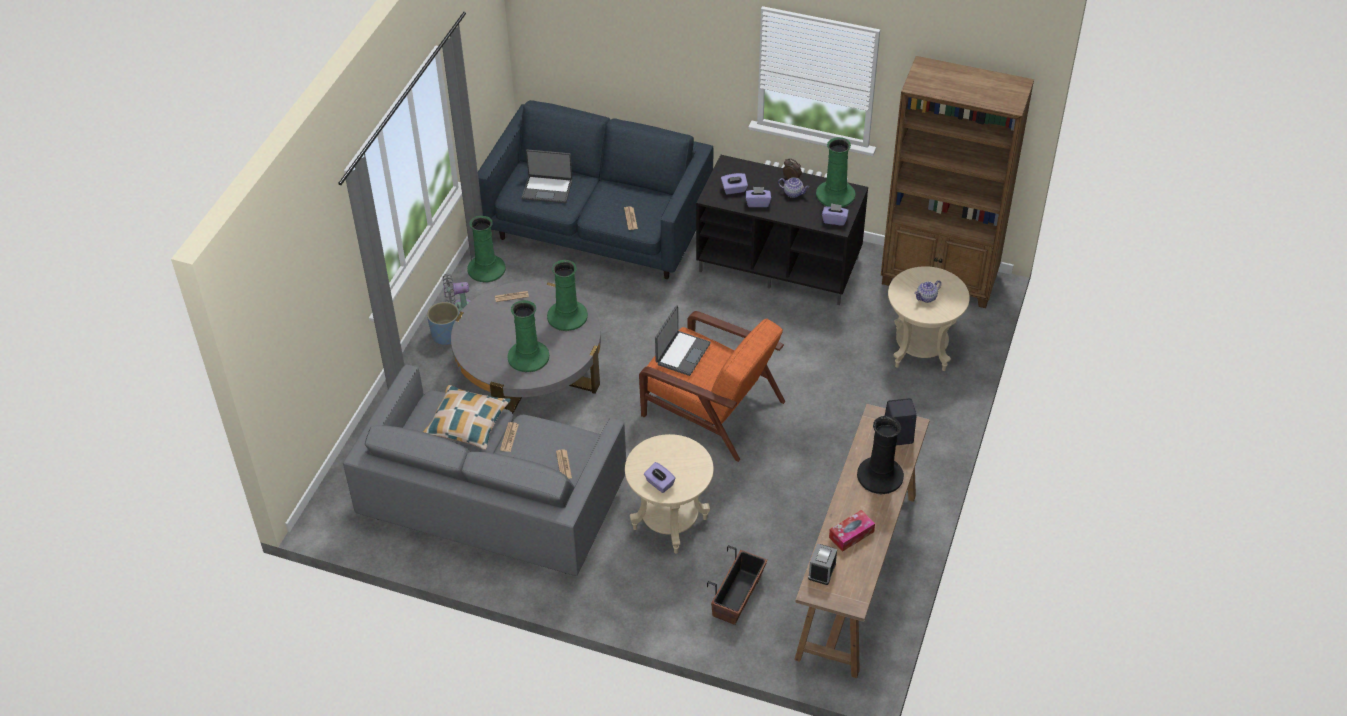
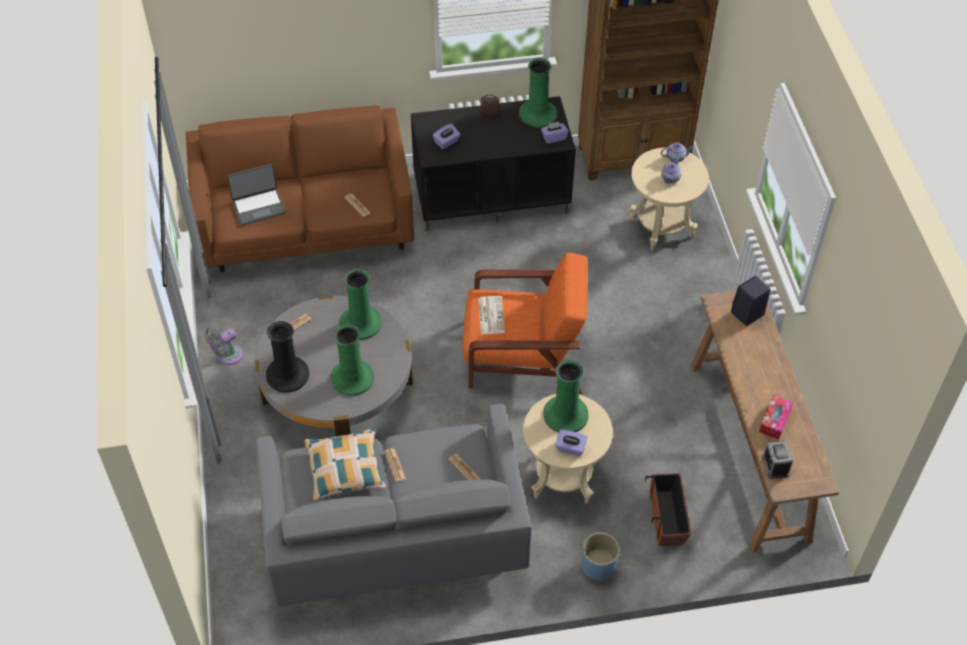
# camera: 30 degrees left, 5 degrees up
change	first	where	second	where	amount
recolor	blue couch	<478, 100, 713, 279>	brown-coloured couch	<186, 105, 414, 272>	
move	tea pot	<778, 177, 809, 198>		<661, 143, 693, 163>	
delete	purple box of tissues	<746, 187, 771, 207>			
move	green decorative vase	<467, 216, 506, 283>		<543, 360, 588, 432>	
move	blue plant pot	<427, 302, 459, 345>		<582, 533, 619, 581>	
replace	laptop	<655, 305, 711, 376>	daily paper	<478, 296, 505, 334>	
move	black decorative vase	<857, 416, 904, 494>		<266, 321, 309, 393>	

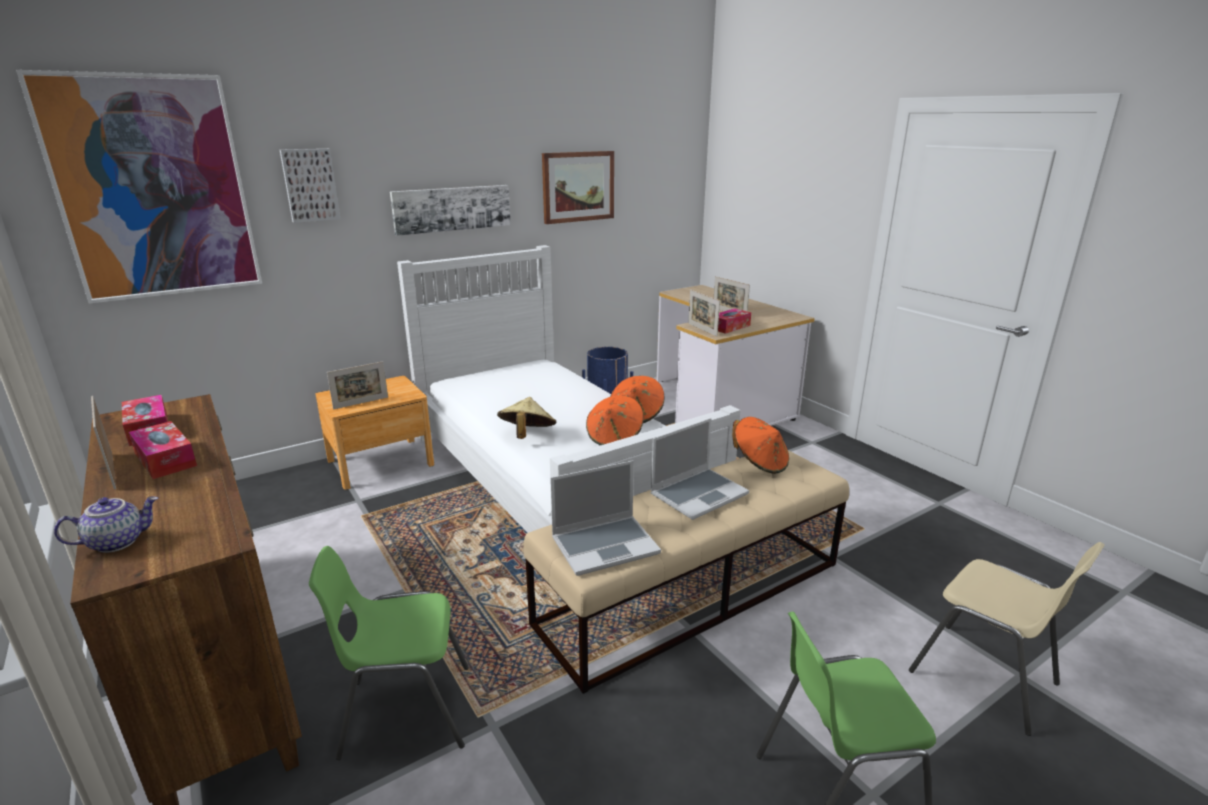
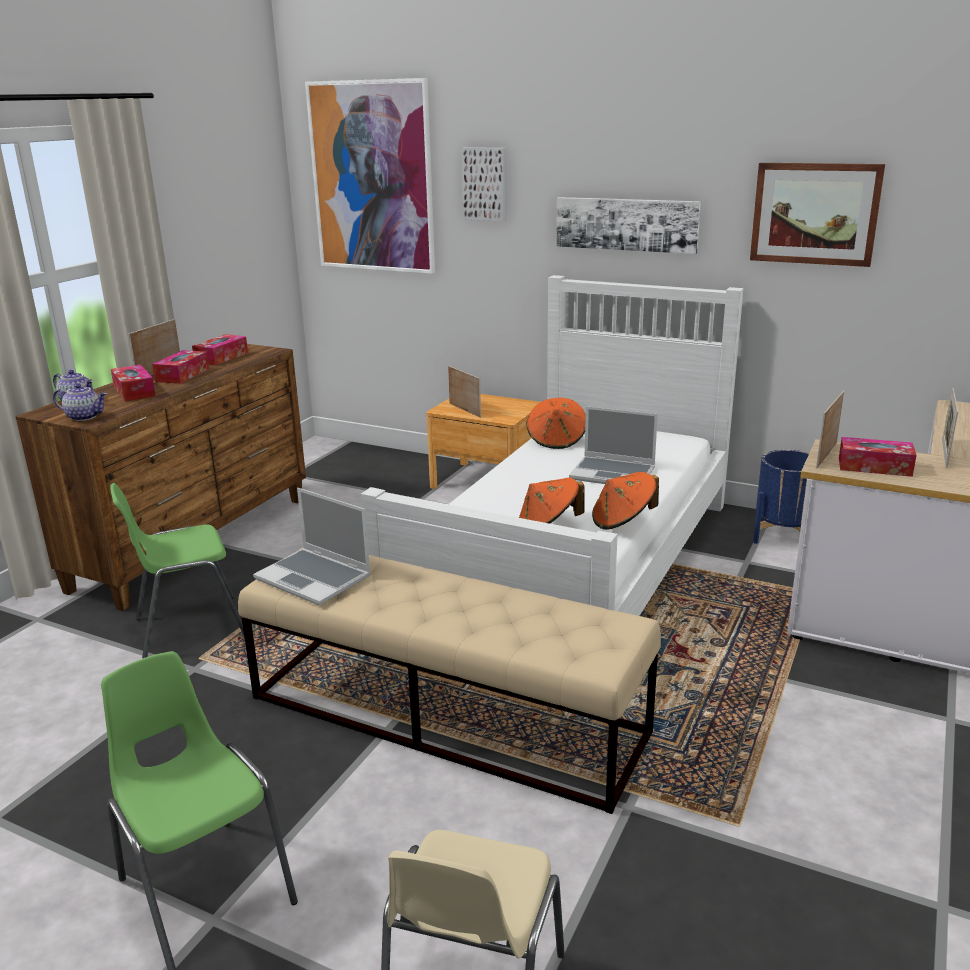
# camera: 60 degrees right, 0 degrees up
change	first	where	second	where	amount
rotate	standing frame	<327, 361, 388, 409>		<448, 366, 481, 418>	150 degrees counterclockwise
delete	sand-coloured hat	<497, 397, 556, 439>			
move	orangey hat	<732, 417, 789, 474>		<526, 398, 586, 449>	
move	laptop	<650, 418, 749, 520>		<569, 406, 658, 484>	
rotate	green chair	<309, 546, 469, 760>		<110, 483, 244, 658>	75 degrees counterclockwise
insert			box of tissues	<111, 365, 156, 401>	
insert			tea pot	<53, 384, 107, 421>	

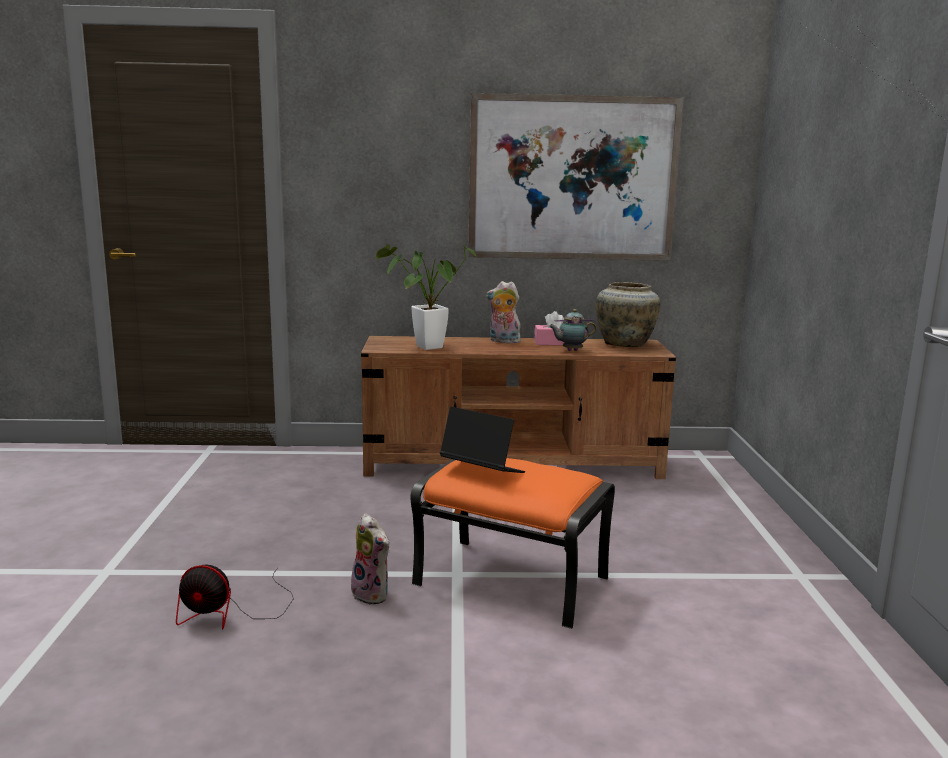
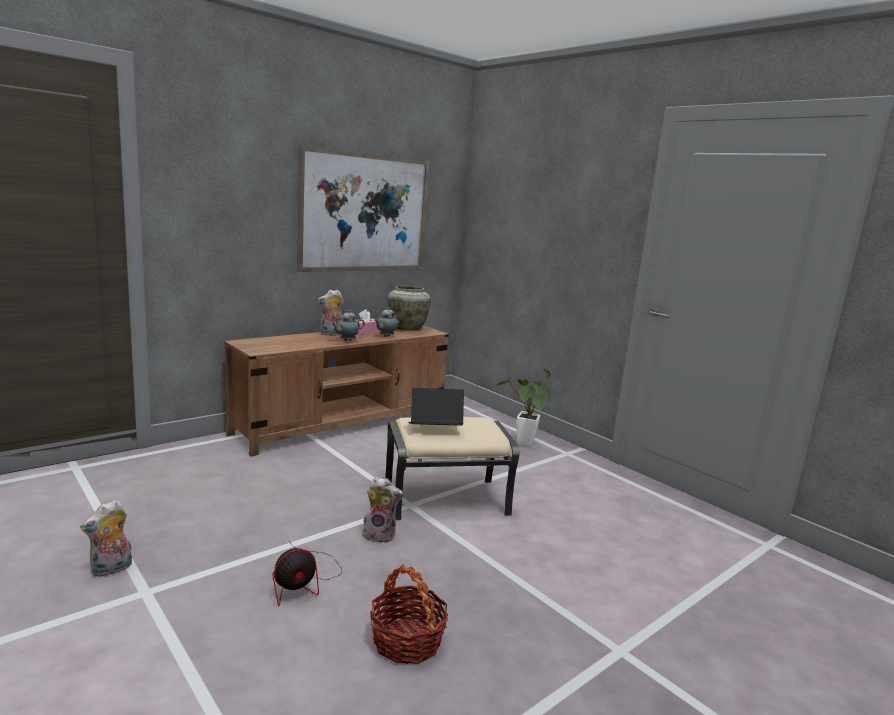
# camera: 40 degrees left, 0 degrees up
change	first	where	second	where	amount
move	potted plant	<376, 244, 477, 350>		<495, 369, 551, 446>	
recolor	orangey footrest	<410, 458, 615, 629>	sand-coloured footrest	<385, 417, 520, 521>	
insert			tea pot	<331, 310, 365, 341>	
insert			plush toy	<80, 500, 132, 577>	
insert			basket	<370, 564, 448, 664>	

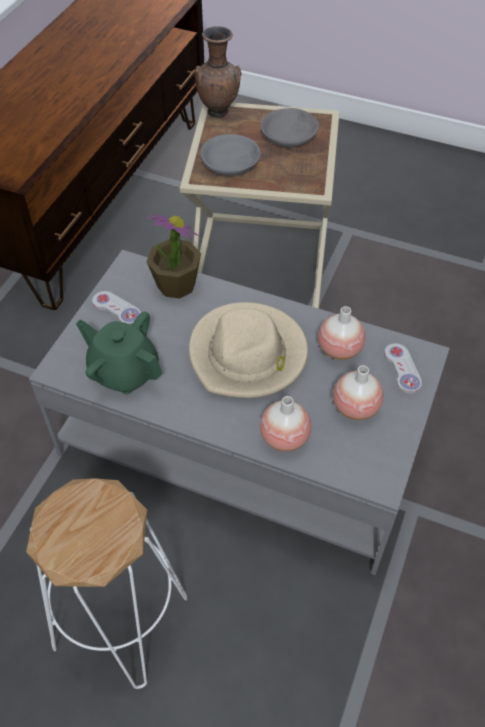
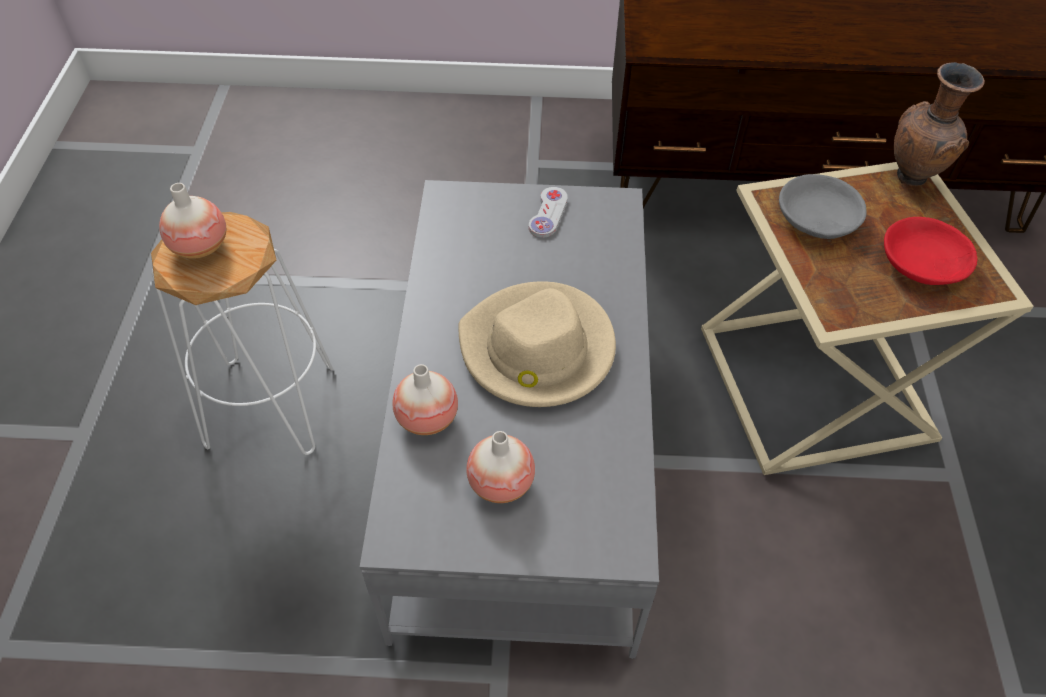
# camera: 70 degrees right, 0 degrees up
change	first	where	second	where	amount
recolor	grey deep dish	<260, 108, 319, 147>	red deep dish	<884, 217, 978, 285>	
delete	potted plant	<146, 214, 201, 299>			
move	decorative vase	<318, 306, 365, 360>		<159, 183, 227, 259>	
delete	green tea pot	<76, 312, 163, 394>			
delete	white joypad	<384, 343, 422, 394>			

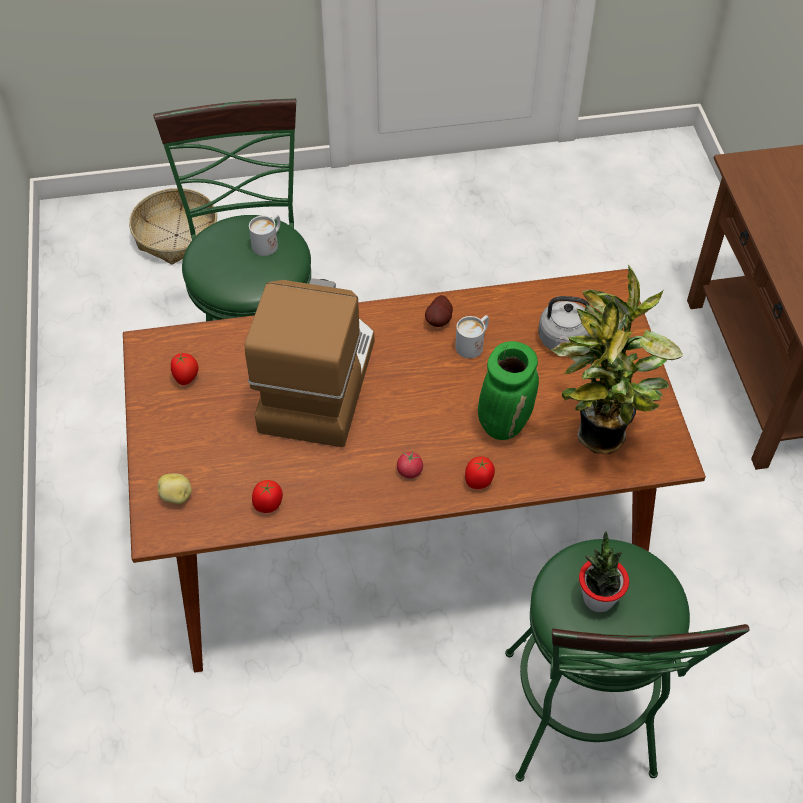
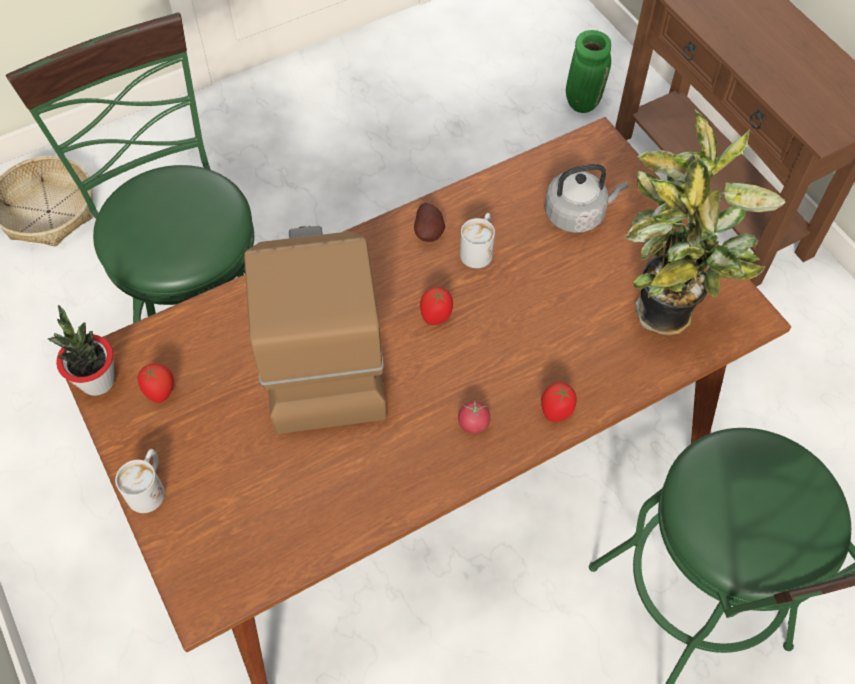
# camera: 20 degrees left, 5 degrees up
change	first	where	second	where	amount
move	white coffee mug	<249, 214, 280, 256>		<115, 449, 165, 513>	
move	green decorative vase	<478, 341, 539, 440>		<566, 30, 611, 113>	
delete	spud	<157, 473, 192, 504>			
move	tomato	<252, 480, 283, 513>		<420, 287, 453, 325>	
move	potted plant	<579, 531, 629, 612>		<48, 305, 115, 396>	

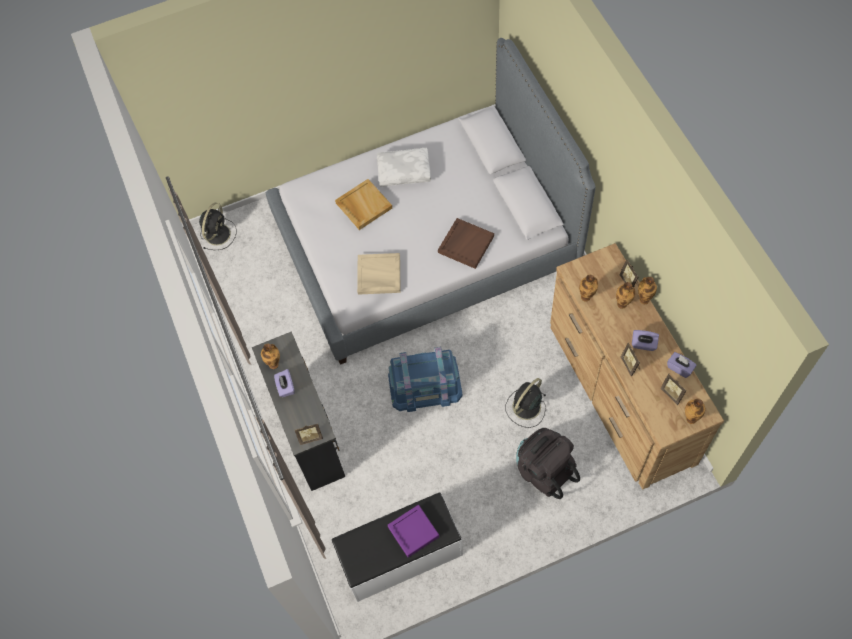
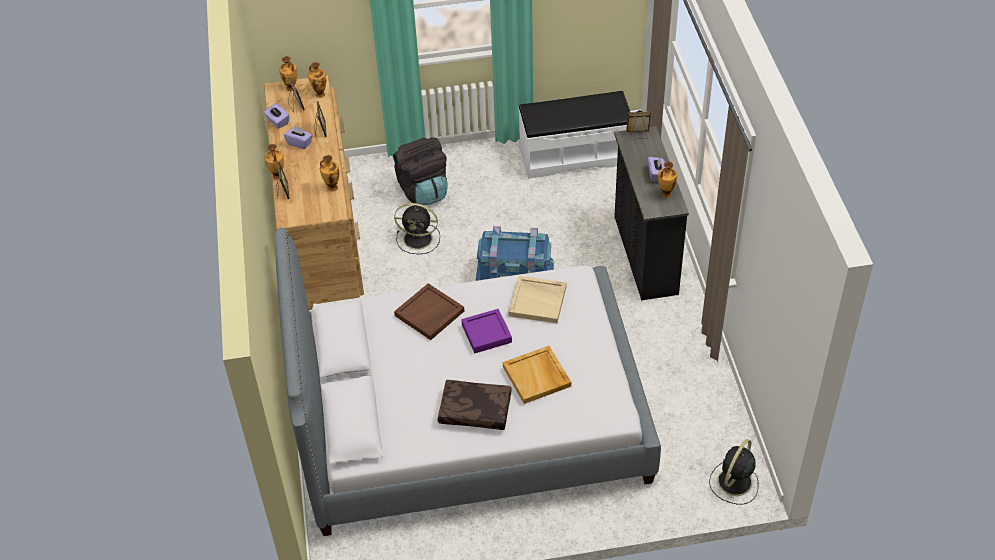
# camera: 170 degrees left, 15 degrees down
change	first	where	second	where	amount
recolor	white cushion	<377, 148, 431, 187>	brown-coloured cushion	<438, 380, 512, 430>	
move	decorative vase	<616, 282, 635, 309>		<308, 62, 326, 98>	
rotate	black electric fan	<506, 378, 547, 428>		<394, 203, 440, 254>	45 degrees clockwise
move	purple serving tray	<388, 505, 439, 558>		<461, 309, 512, 353>	

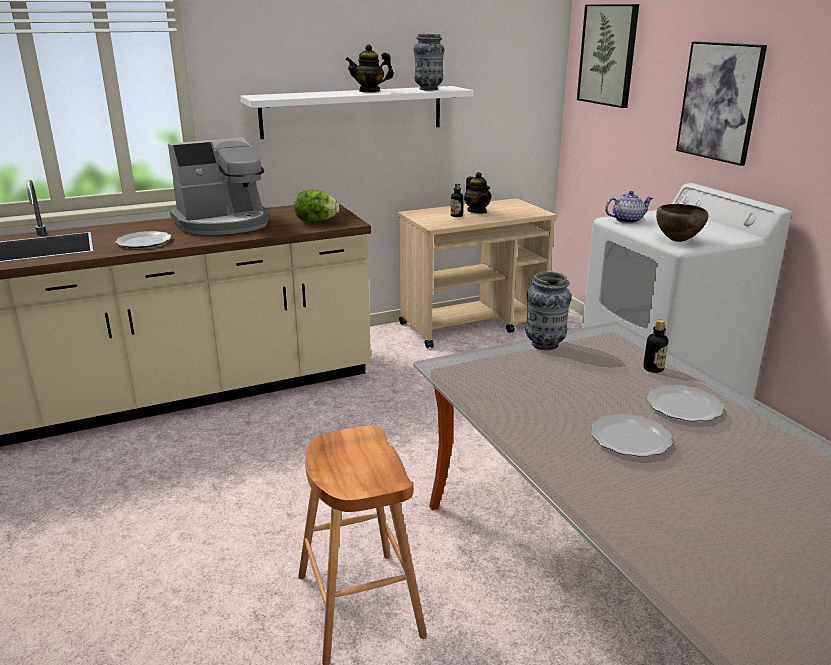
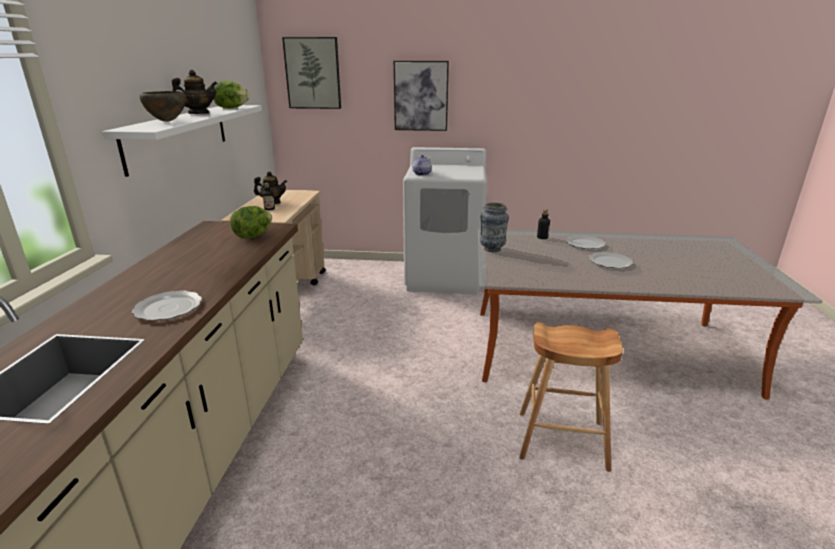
# camera: 60 degrees left, 0 degrees up
change	first	where	second	where	amount
replace	decorative vase	<414, 34, 444, 90>	lettuce head	<214, 81, 250, 108>	
rotate	tea pot	<345, 44, 394, 93>		<171, 70, 218, 114>	120 degrees counterclockwise
delete	coffee maker	<168, 137, 270, 235>			
move	brown-coloured deep dish	<656, 204, 708, 242>		<139, 91, 186, 122>	

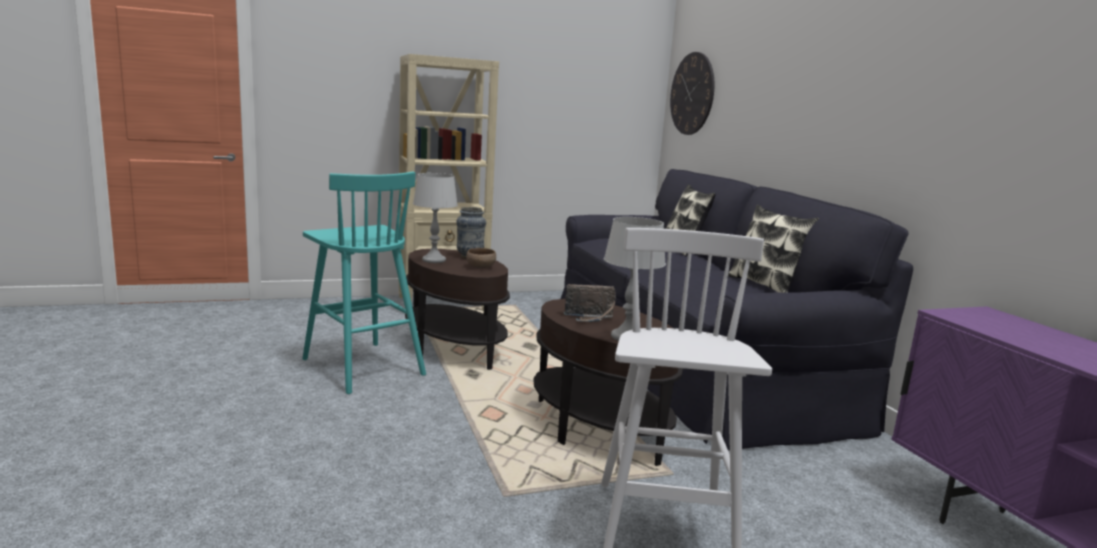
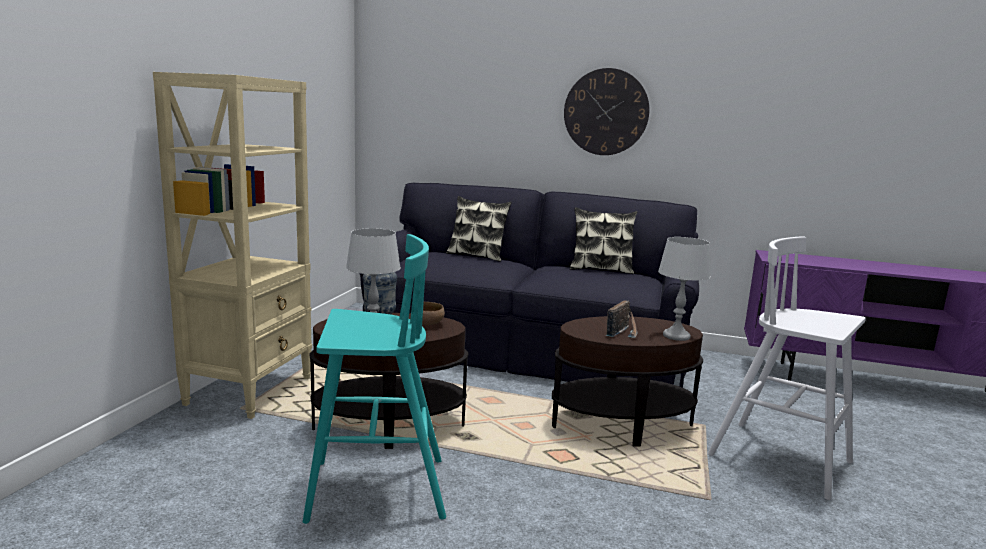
# camera: 55 degrees left, 0 degrees up
change	first	where	second	where	amount
move	hanging clock	<670, 52, 714, 135>		<564, 68, 649, 155>	

